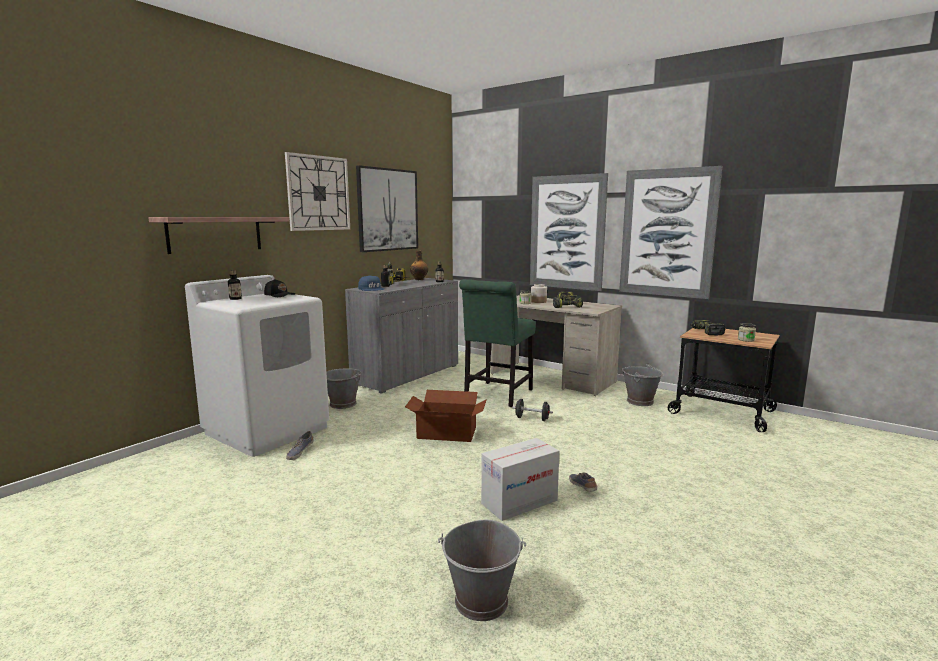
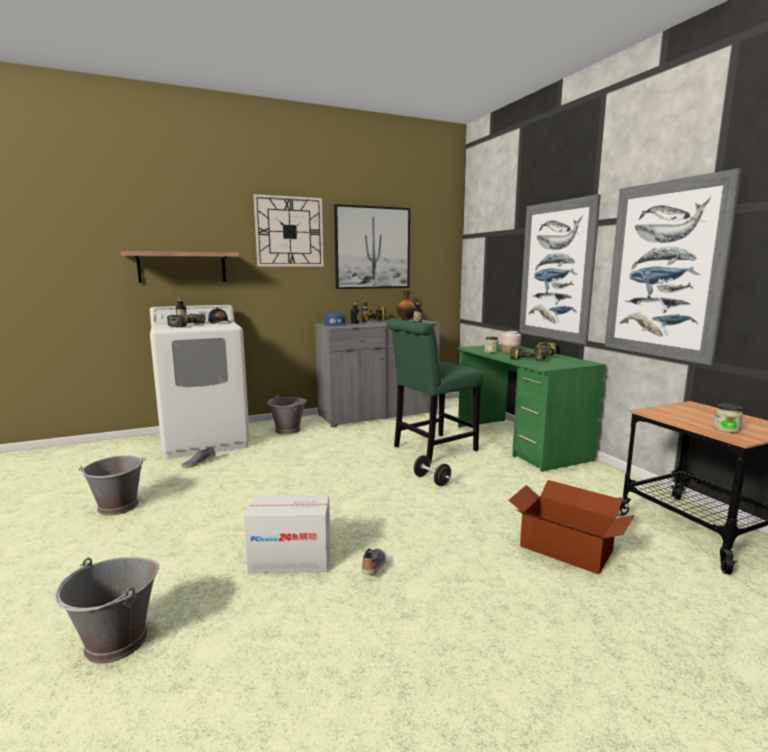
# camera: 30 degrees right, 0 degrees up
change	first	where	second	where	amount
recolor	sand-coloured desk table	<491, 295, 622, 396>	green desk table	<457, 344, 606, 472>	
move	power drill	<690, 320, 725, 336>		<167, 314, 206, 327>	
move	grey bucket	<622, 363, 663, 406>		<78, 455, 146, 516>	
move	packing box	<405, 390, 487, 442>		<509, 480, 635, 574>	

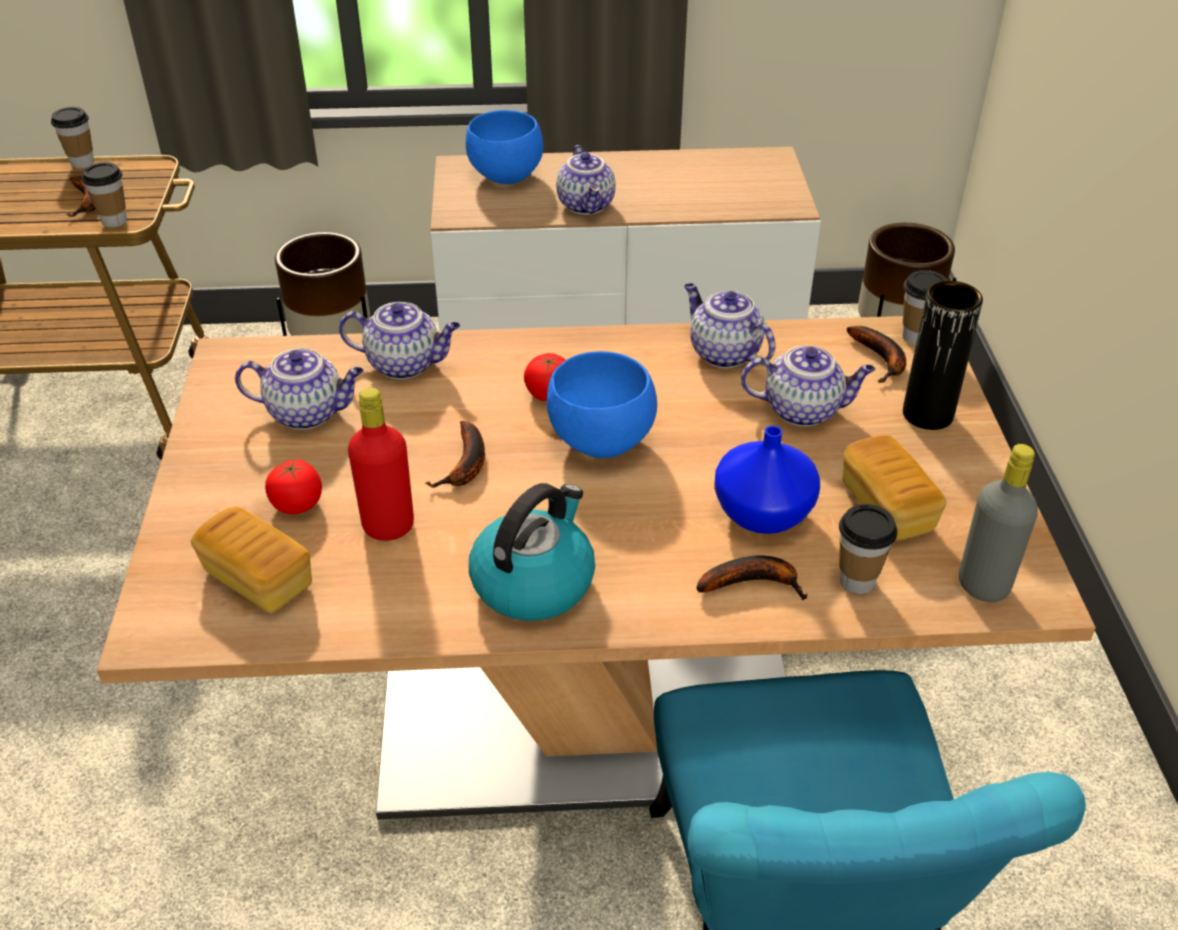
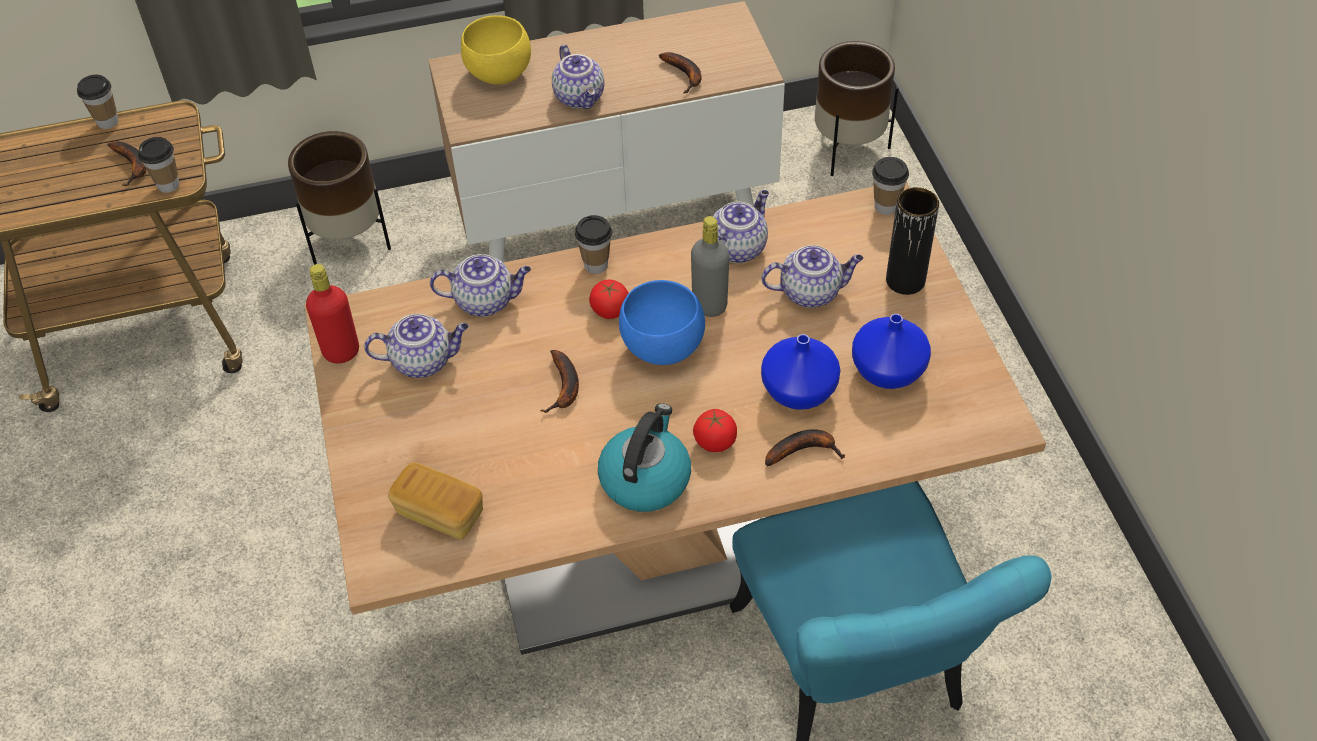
# camera: 10 degrees left, 10 degrees up
change	first	where	second	where	amount
recolor	blue deep dish	<466, 110, 543, 184>	yellowish deep dish	<461, 15, 531, 85>	
rotate	tea pot	<684, 283, 776, 368>		<713, 190, 769, 263>	90 degrees clockwise
move	banana	<847, 326, 906, 383>		<659, 52, 701, 94>	
move	red beverage bottle	<348, 388, 414, 541>		<306, 264, 359, 363>	
replace	bakery bread	<842, 435, 947, 541>	blue decorative vase	<852, 314, 931, 389>	
move	grey beverage bottle	<959, 444, 1038, 602>		<691, 216, 729, 317>	
move	tomato	<265, 459, 322, 514>		<693, 409, 737, 452>	
move	cup	<839, 504, 897, 594>		<575, 215, 612, 274>	

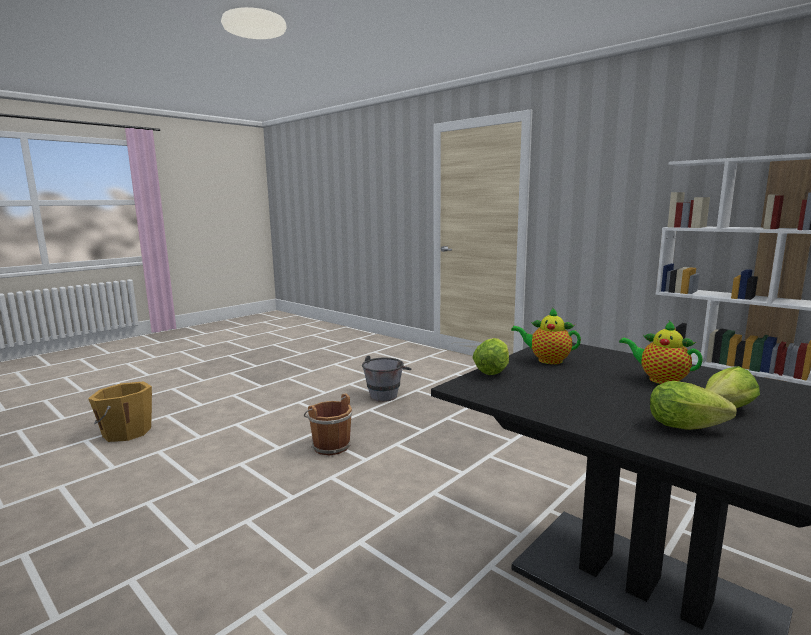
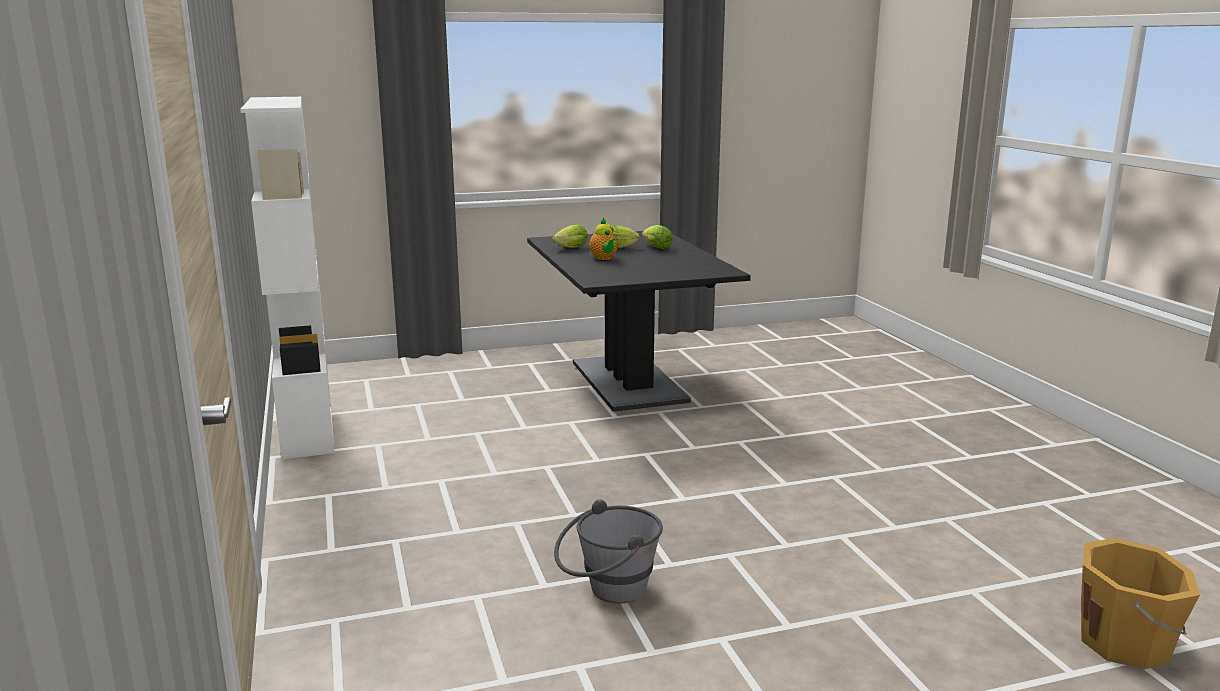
# camera: 150 degrees left, 5 degrees up
change	first	where	second	where	amount
delete	tea pot	<511, 307, 581, 364>			
move	lettuce head	<473, 338, 509, 375>		<552, 224, 588, 248>	
delete	brown-coloured bucket	<304, 394, 352, 455>			

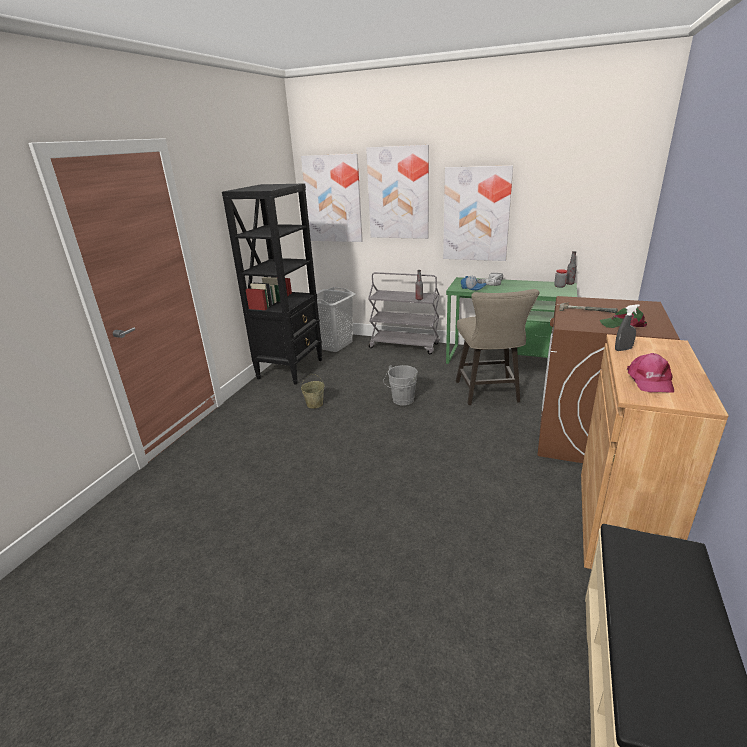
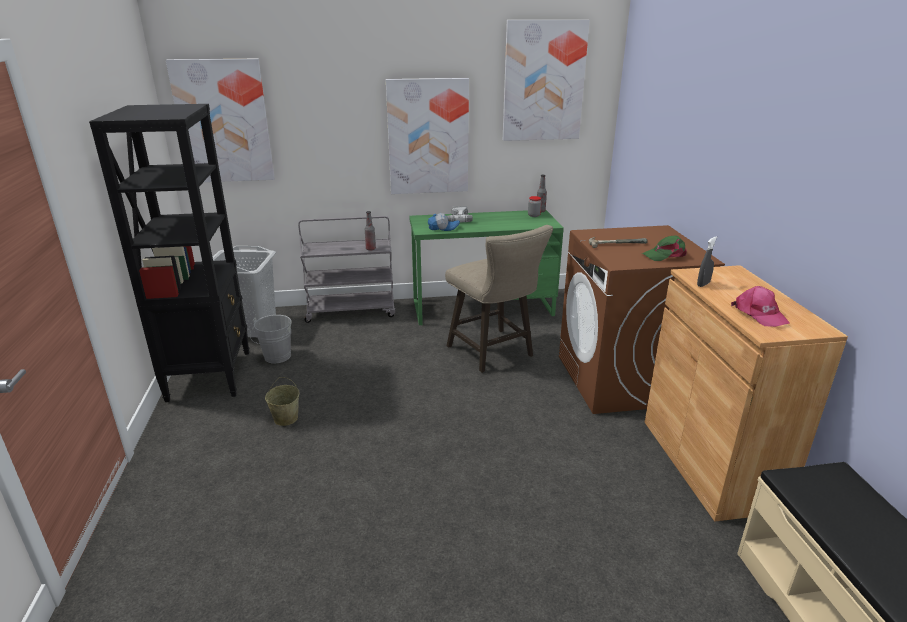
# camera: 30 degrees left, 0 degrees up
change	first	where	second	where	amount
move	picture	<366, 145, 429, 239>		<503, 20, 590, 141>	
move	grey bucket	<383, 365, 418, 405>		<250, 315, 292, 363>	

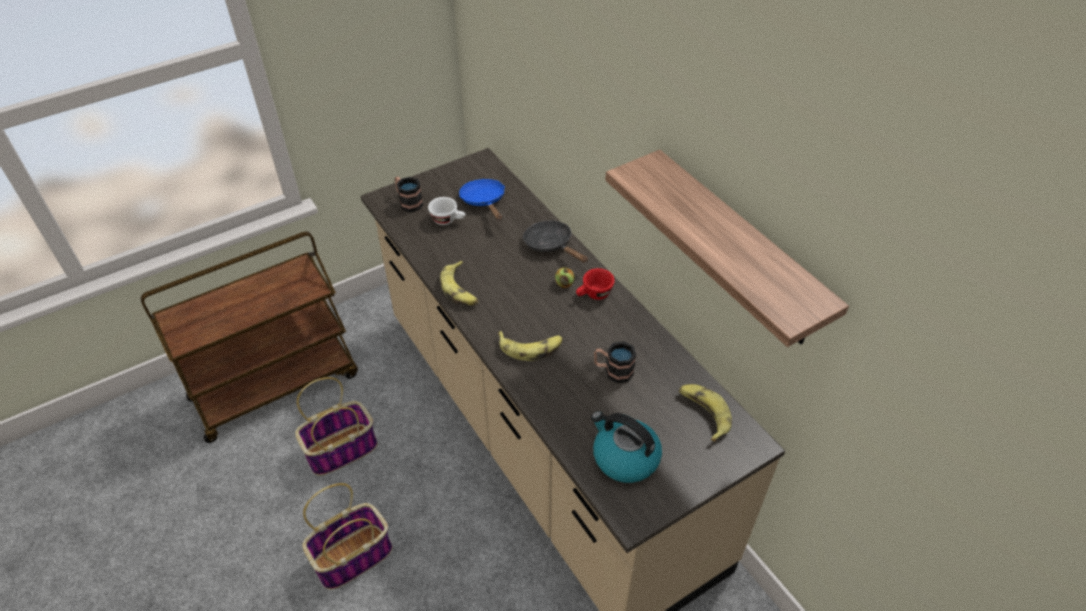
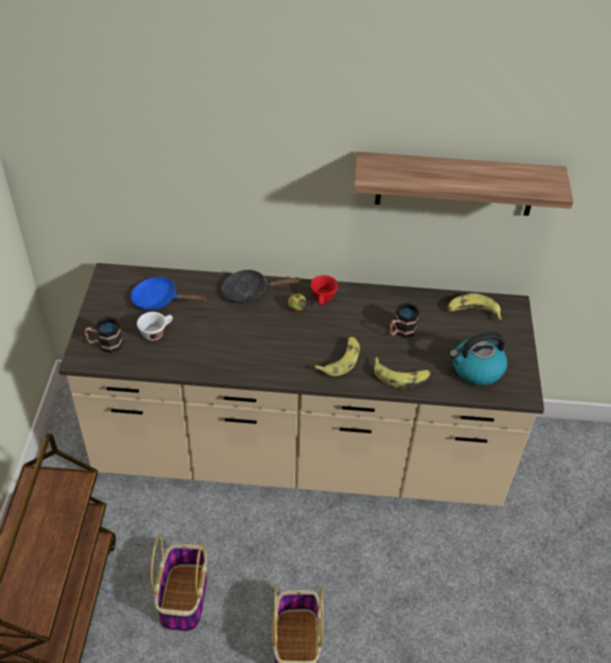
# camera: 55 degrees left, 0 degrees up
change	first	where	second	where	amount
move	banana	<440, 261, 478, 306>		<374, 357, 431, 389>	

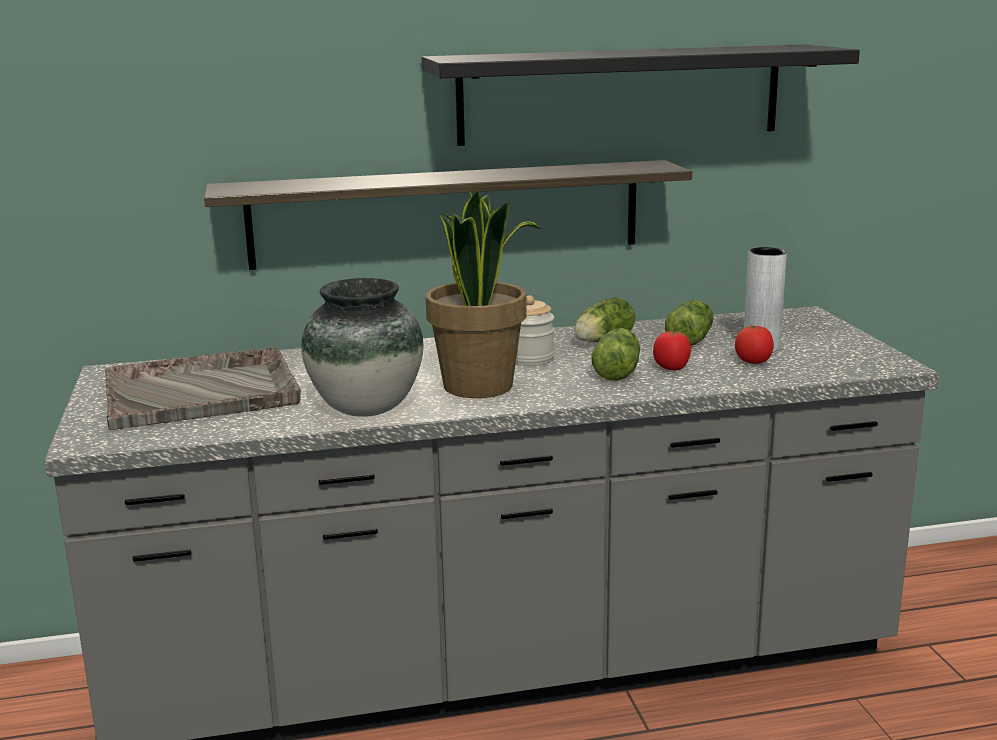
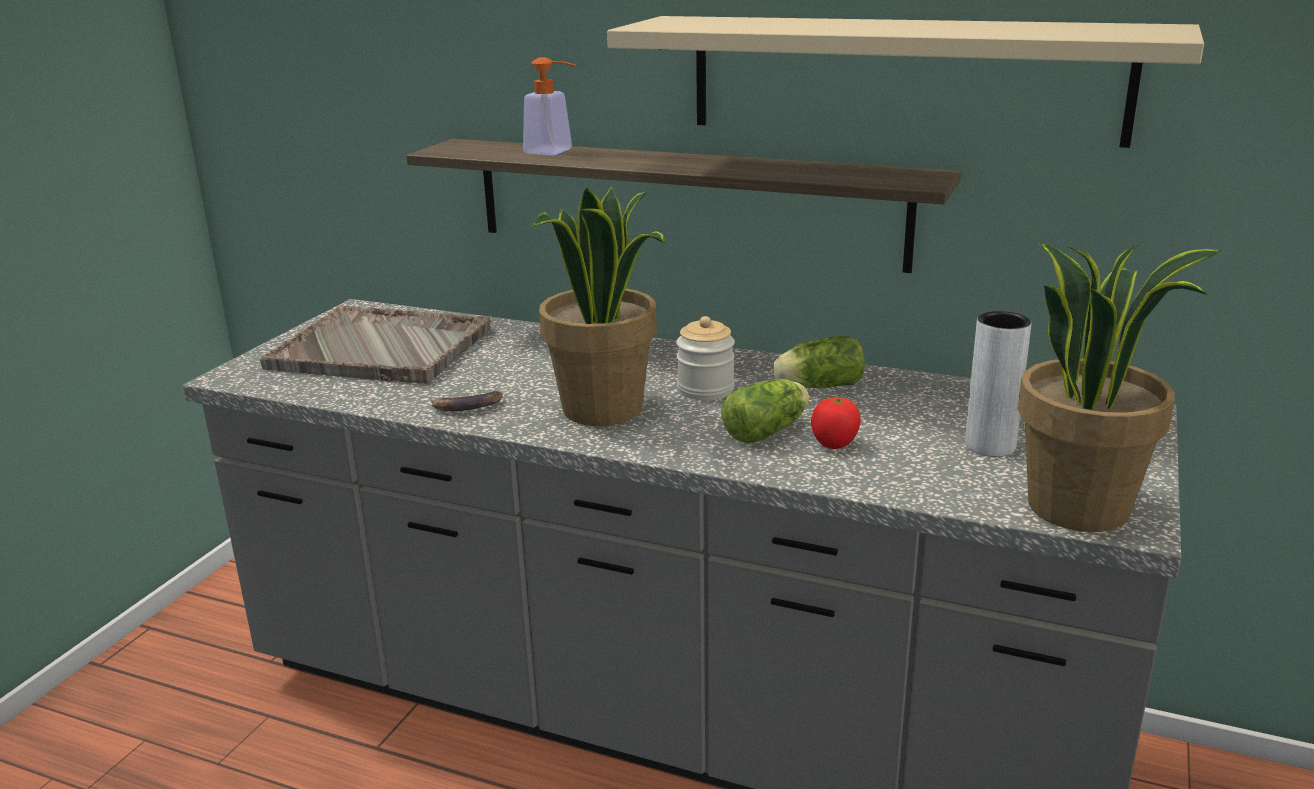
# camera: 35 degrees right, 5 degrees up
change	first	where	second	where	amount
recolor	black shelf	<422, 44, 860, 146>	sand-coloured shelf	<607, 16, 1204, 148>	
replace	decorative vase	<301, 278, 423, 417>	banana	<431, 391, 503, 411>	
delete	lettuce head	<665, 300, 713, 346>			
delete	tomato	<735, 325, 774, 364>			
insert			soap dispenser	<523, 57, 576, 156>	
insert			potted plant	<1018, 241, 1223, 532>	

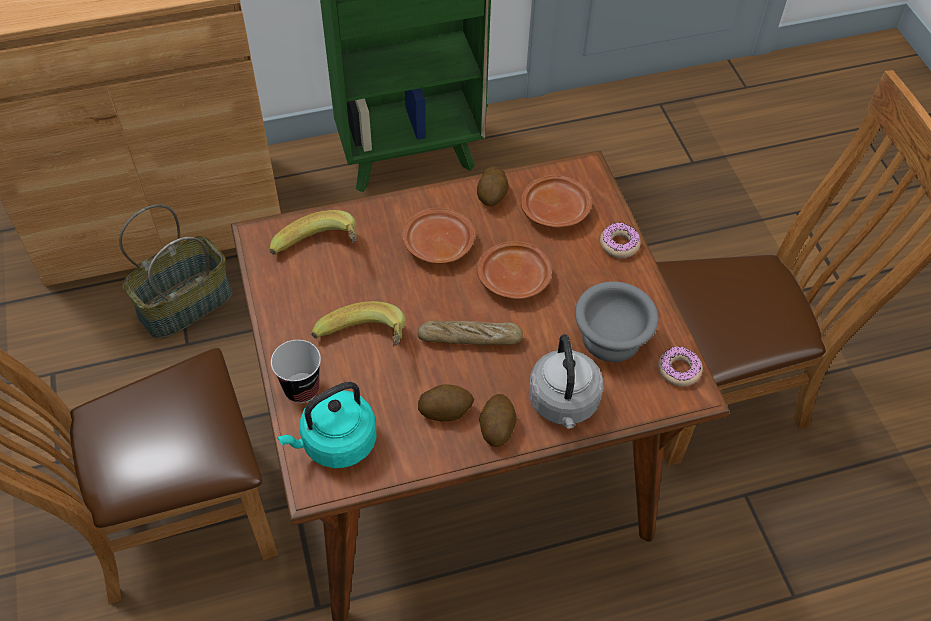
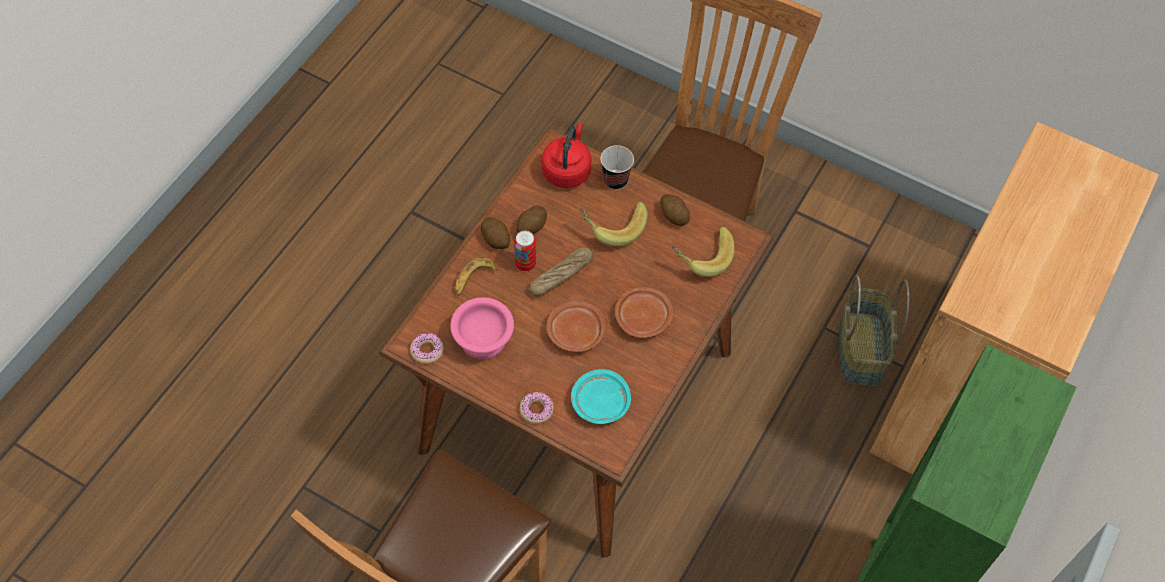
# camera: 135 degrees right, 5 degrees up
change	first	where	second	where	amount
move	spud	<477, 166, 509, 206>		<660, 194, 690, 226>	
recolor	brown-coloured flat dish	<521, 175, 592, 228>	turquoise-coloured flat dish	<571, 369, 631, 424>	
recolor	grey deep dish	<575, 281, 658, 362>	pinkish deep dish	<450, 297, 514, 360>	
replace	grey water kettle	<529, 334, 603, 429>	banana	<455, 257, 498, 296>	
recolor	turquoise-coloured water kettle	<277, 382, 377, 468>	red water kettle	<542, 123, 592, 188>	
insert			sealed can	<514, 231, 536, 272>	

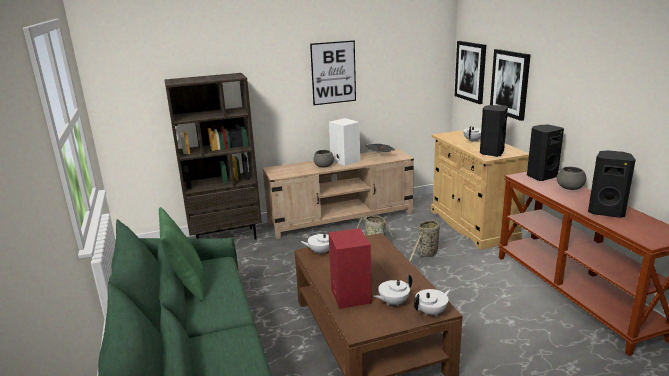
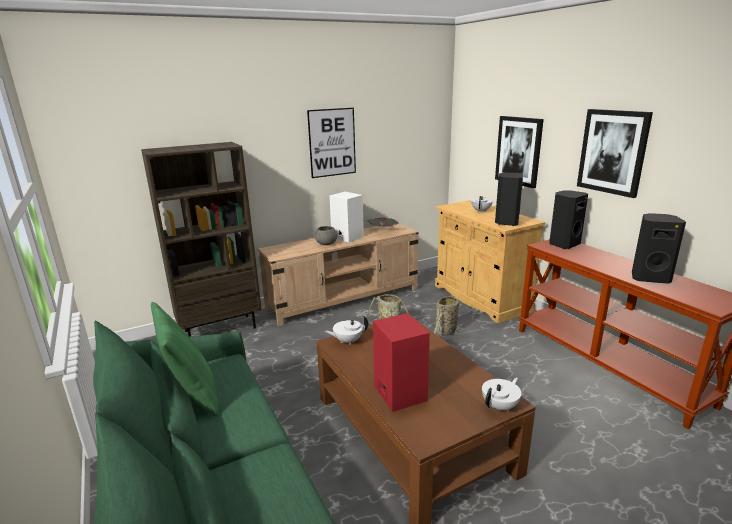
# camera: 10 degrees left, 0 degrees up
change	first	where	second	where	amount
move	picture	<455, 41, 486, 104>		<577, 109, 653, 198>	
delete	grey deep dish	<557, 167, 586, 190>			
delete	white tea pot	<374, 274, 412, 306>			

